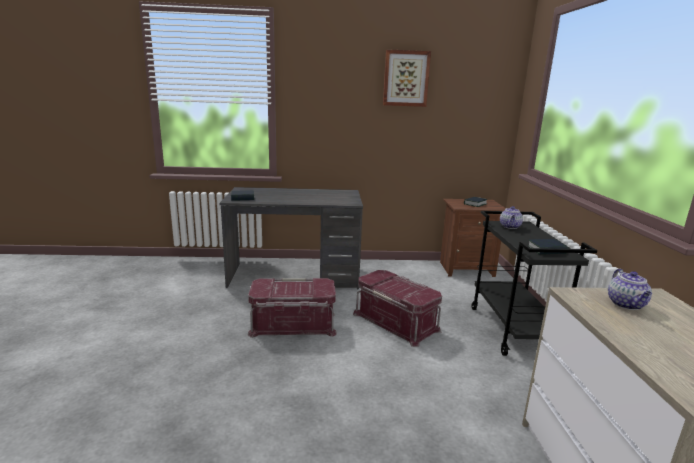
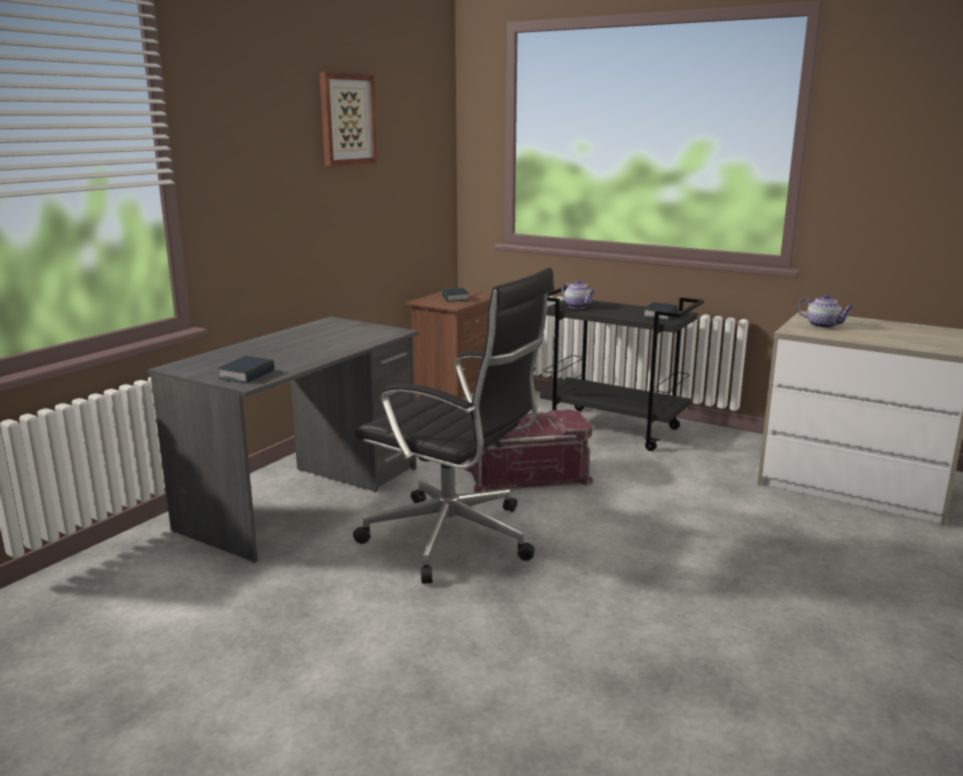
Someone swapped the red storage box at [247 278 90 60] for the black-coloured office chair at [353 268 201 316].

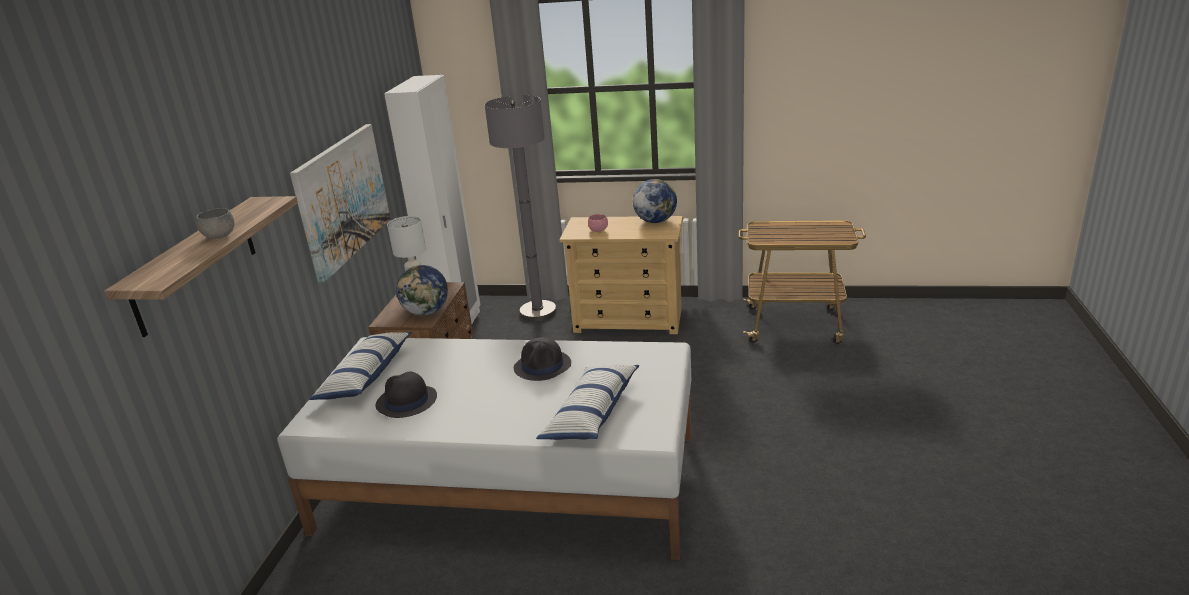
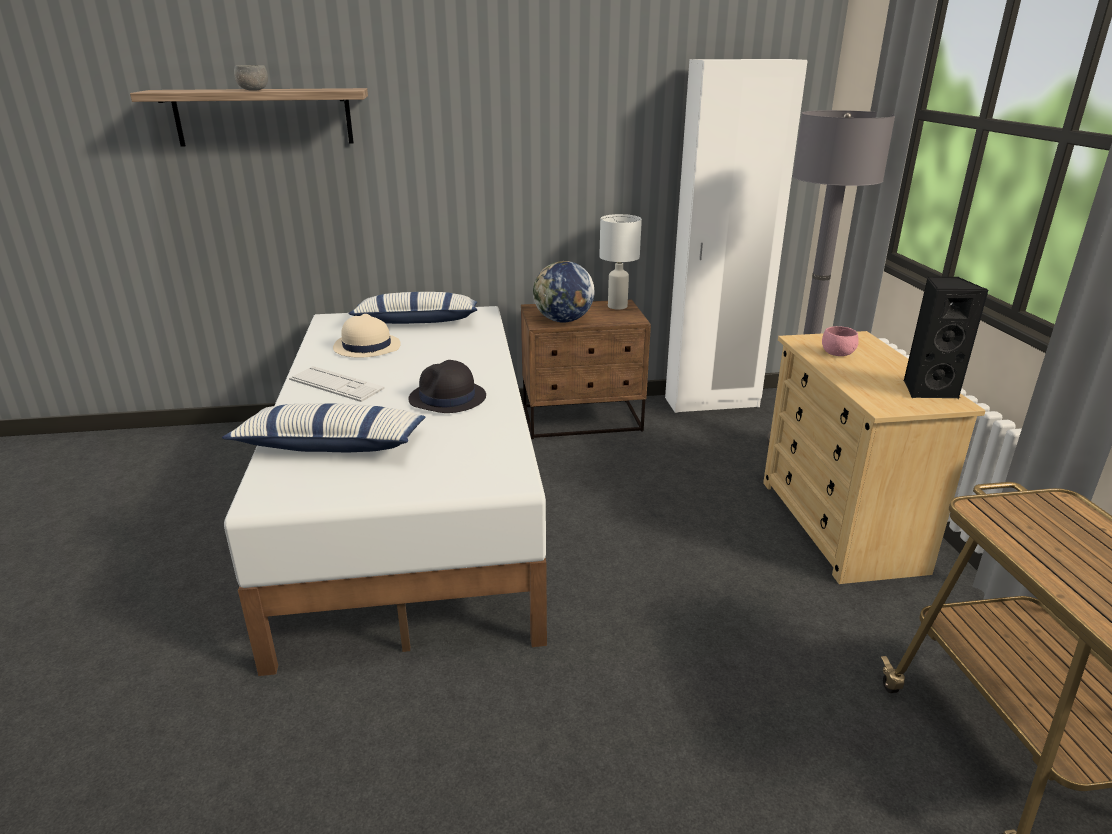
Someone put down the keyboard at [289 366 96 36].
Someone repainted the black-coloured clothing hat at [375 371 62 47], which became the sand-coloured clothing hat at [333 314 68 44].
Someone swapped the globe at [633 179 44 44] for the black-coloured speaker at [904 277 85 122].
Someone took away the wall picture at [290 124 101 159].

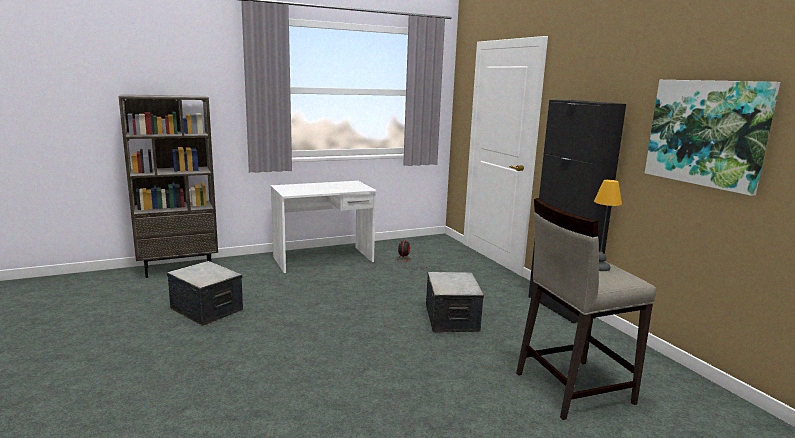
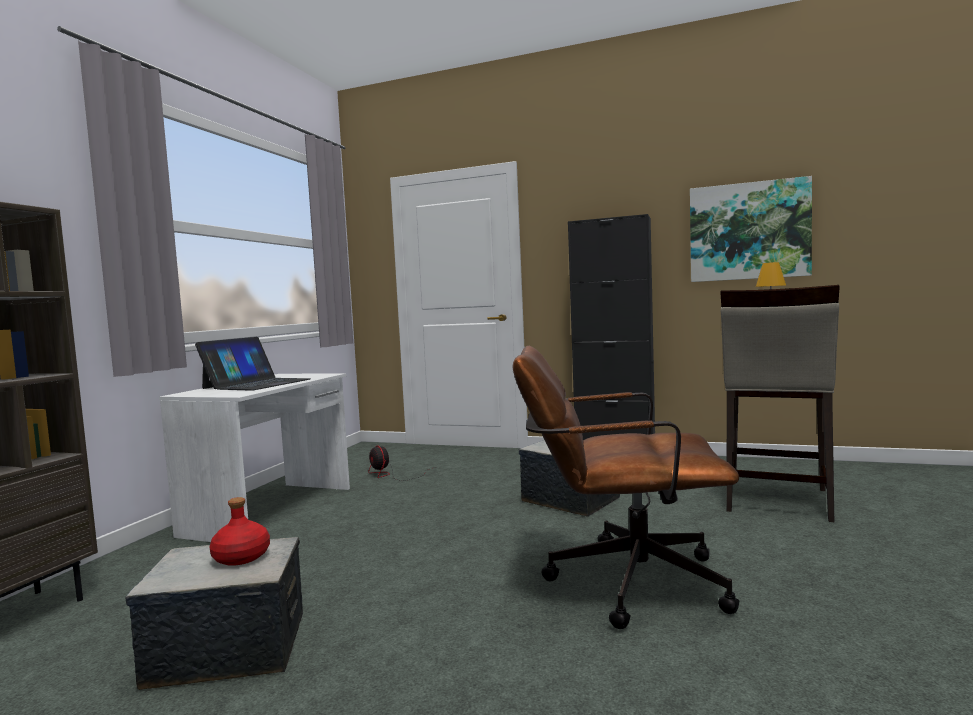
Someone put down the portable computer at [195 337 116 54].
Someone put down the red bottle at [209 497 61 69].
Someone put down the brown-coloured office chair at [513 346 227 283].

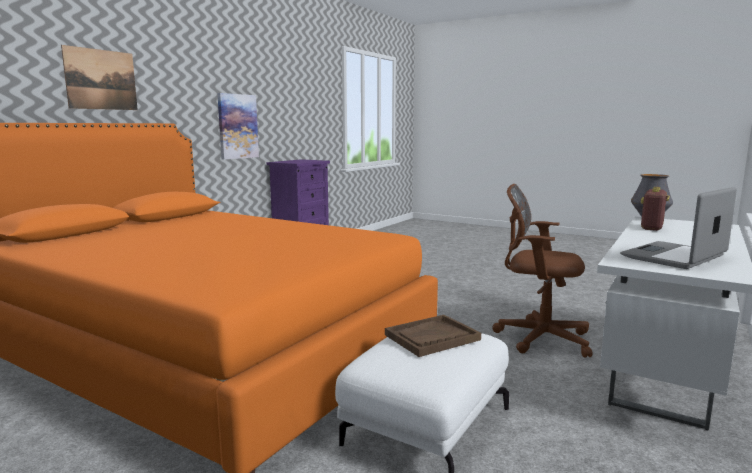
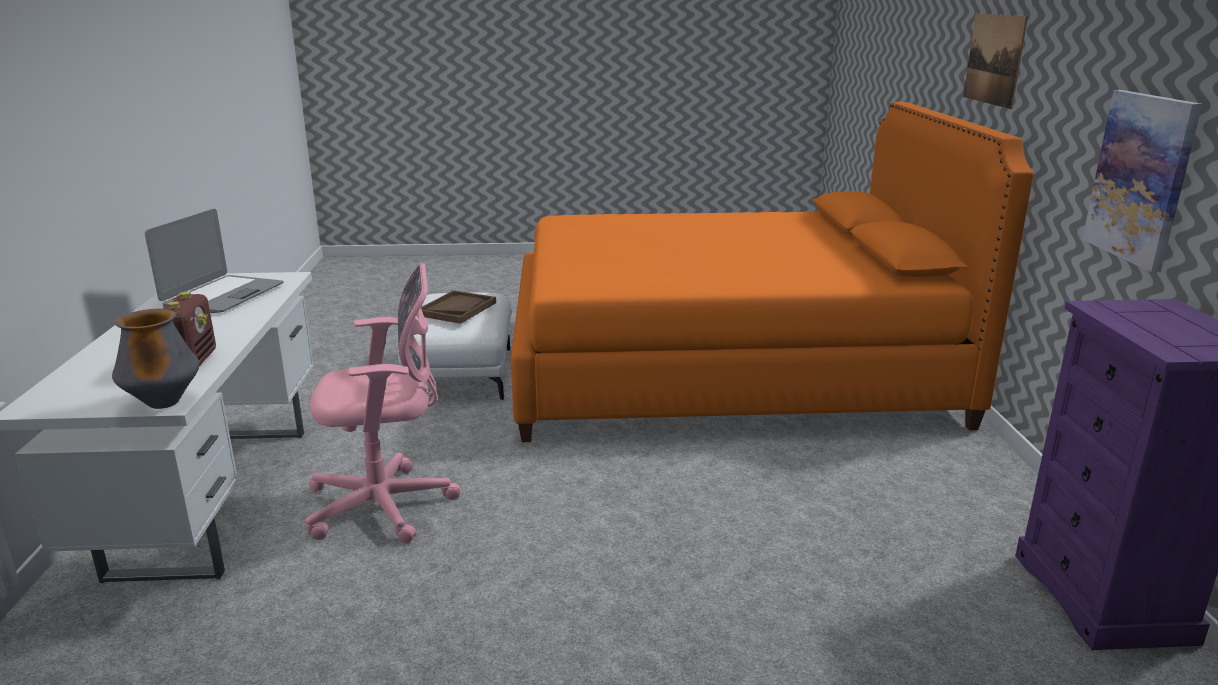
Someone repainted the brown-coloured office chair at [493 184 100 174], which became the pink-coloured office chair at [305 263 156 280].

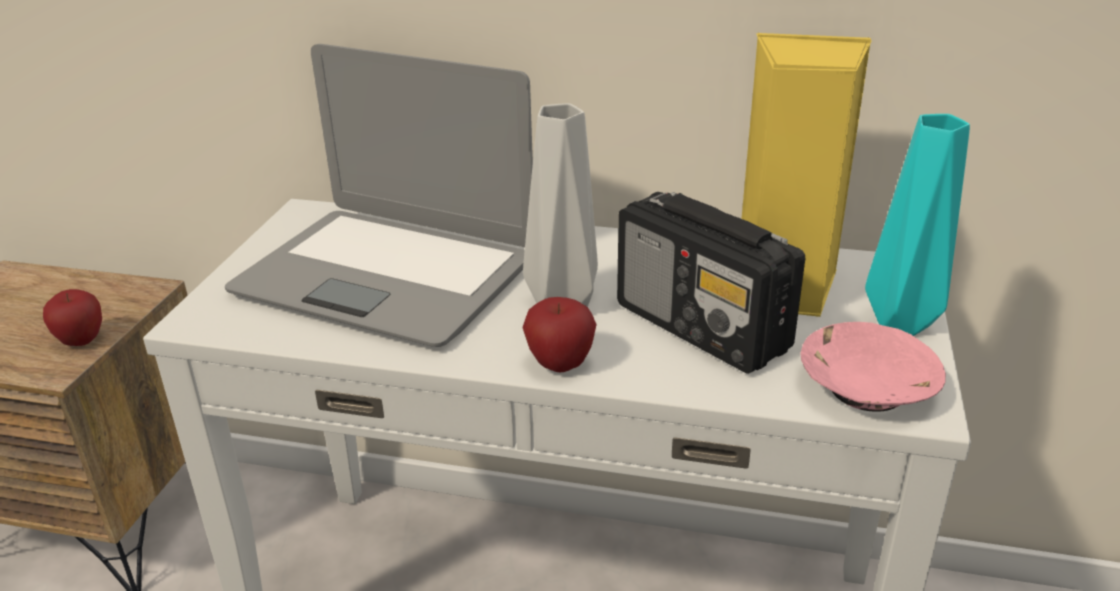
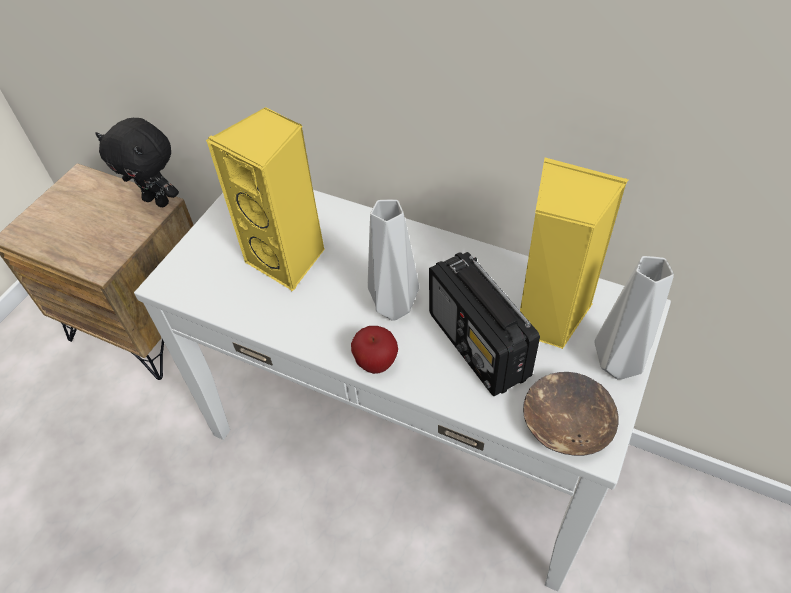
Someone put down the black-coloured cuddly toy at [95 118 84 89].
Someone swapped the portable computer at [225 44 308 303] for the yellow speaker at [206 107 119 184].
Someone repainted the pink-coloured bowl at [801 322 145 90], which became the brown-coloured bowl at [523 372 95 84].
Someone repainted the turquoise-coloured vase at [865 114 105 222], which became the grey vase at [594 256 80 124].
Someone took away the apple at [43 289 59 57].

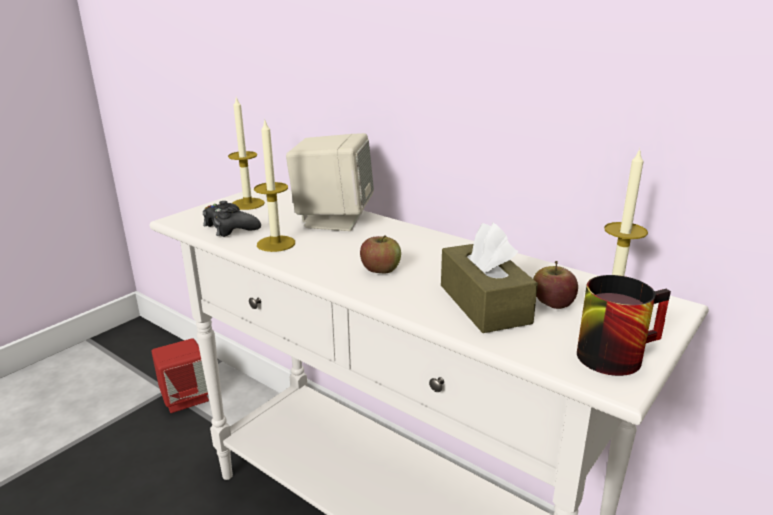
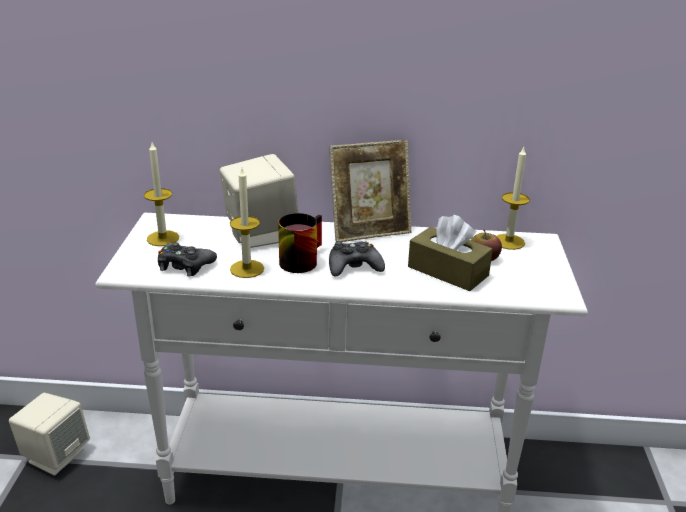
Someone repainted the red speaker at [152 338 57 75], which became the sand-coloured speaker at [9 393 81 83].
Someone carried the mug from [577 275 94 101] to [278 213 44 60].
Someone put down the picture frame at [329 140 82 102].
Someone swapped the apple at [360 235 41 38] for the black-coloured game controller at [329 241 56 36].

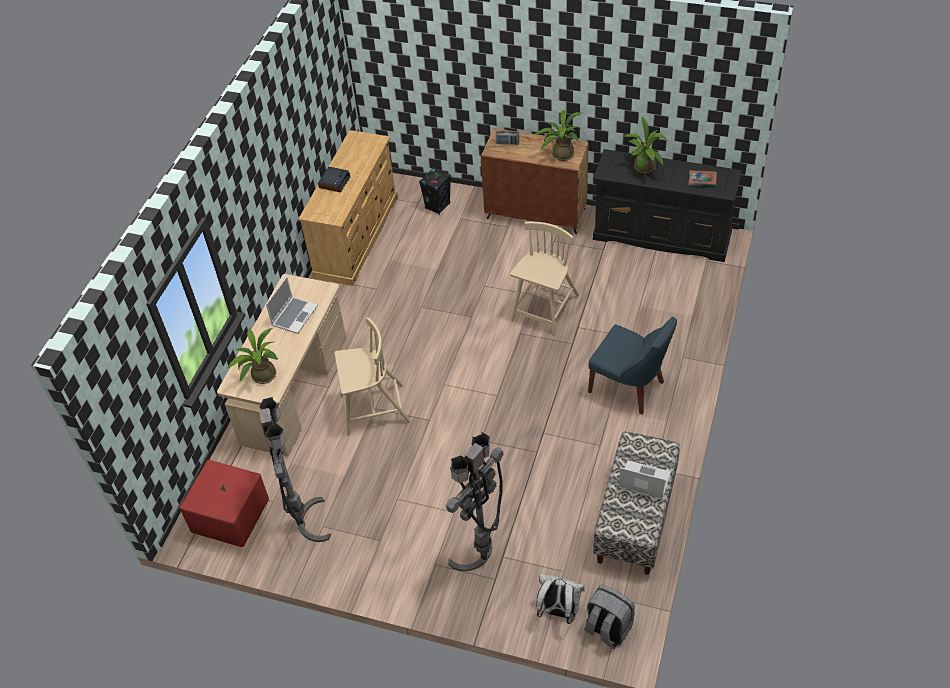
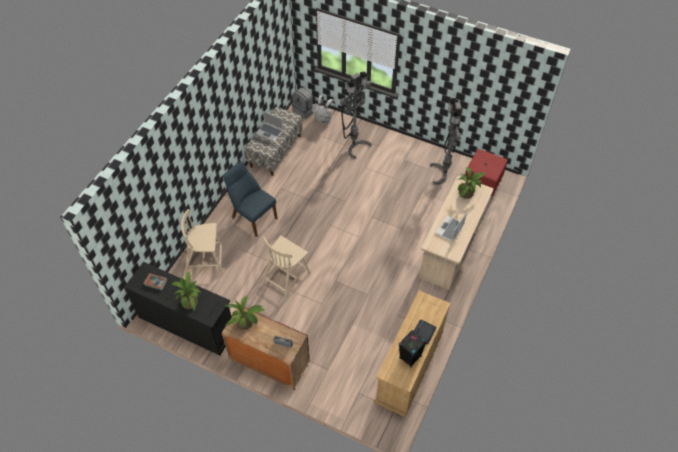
Someone carried the sand-coloured plain chair from [335 317 76 119] to [181 209 44 66].
Someone carried the black-coloured speaker from [419 167 32 47] to [399 330 28 37].

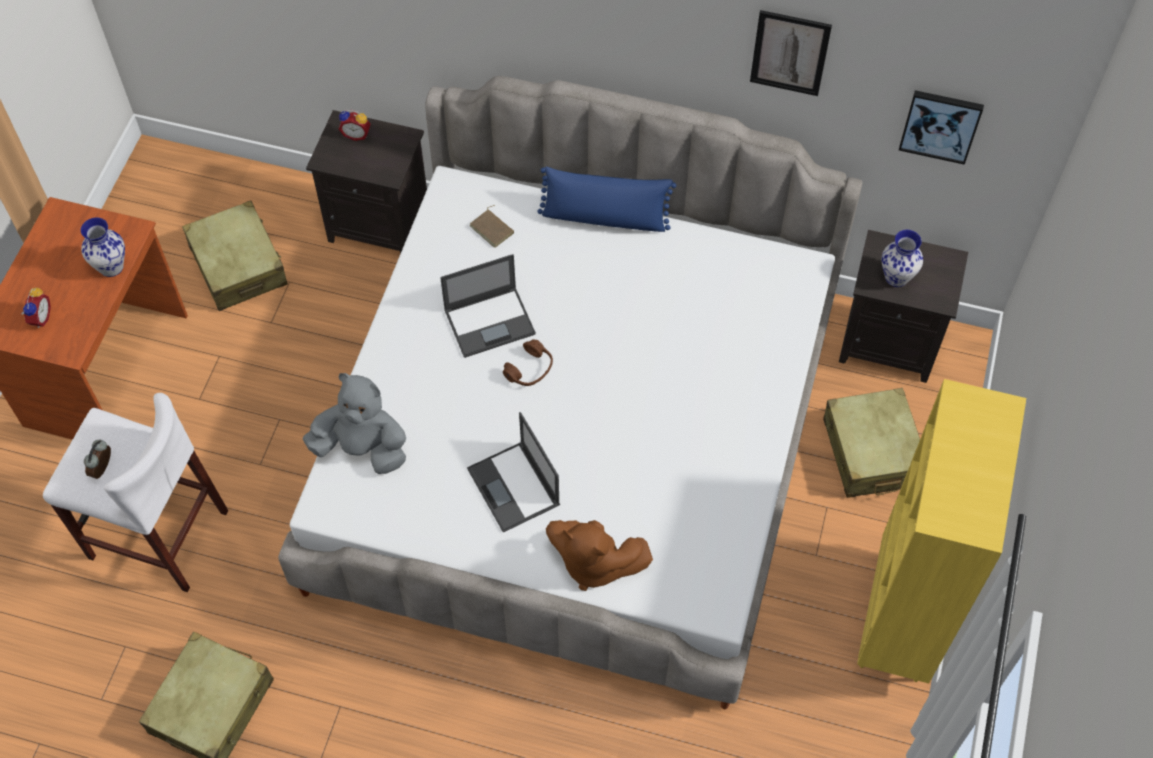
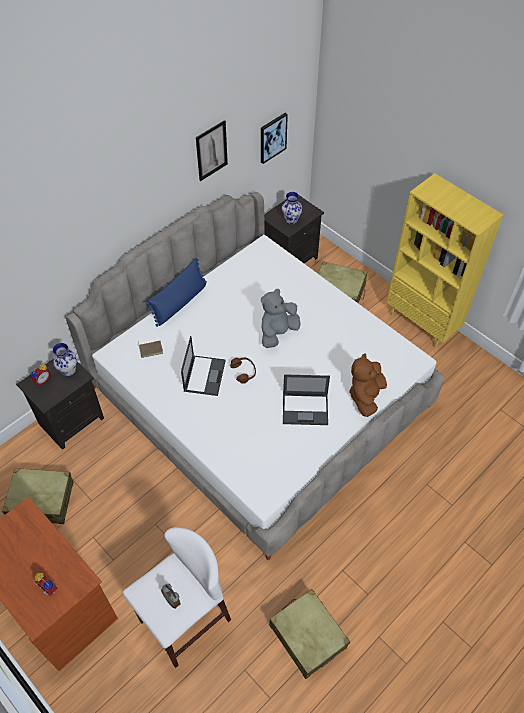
Someone carried the vase from [81 218 44 59] to [52 343 25 33].
Someone carried the grey cuddly toy from [302 373 104 101] to [261 289 39 59].
Someone rotated the brown-coloured cuddly toy at [546 520 107 71] by 150 degrees clockwise.

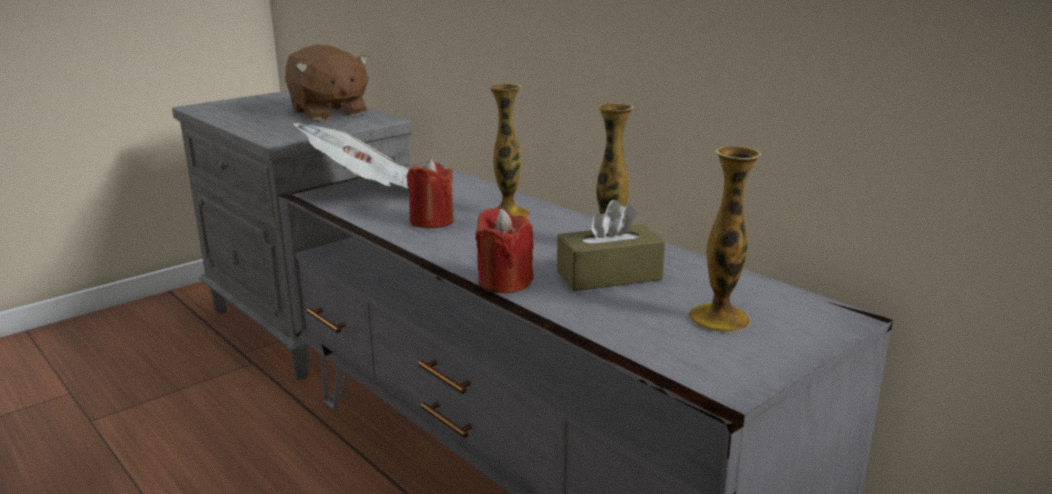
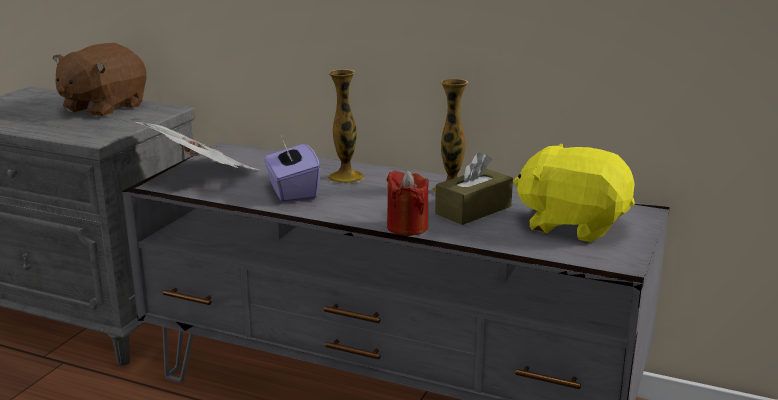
Someone rotated the brown-coloured cuddly toy at [285 44 85 77] by 90 degrees clockwise.
Someone swapped the red wax light at [407 159 46 69] for the purple-coloured tissue box at [264 136 57 67].
Someone swapped the vase at [689 147 72 186] for the yellow cuddly toy at [513 143 122 99].

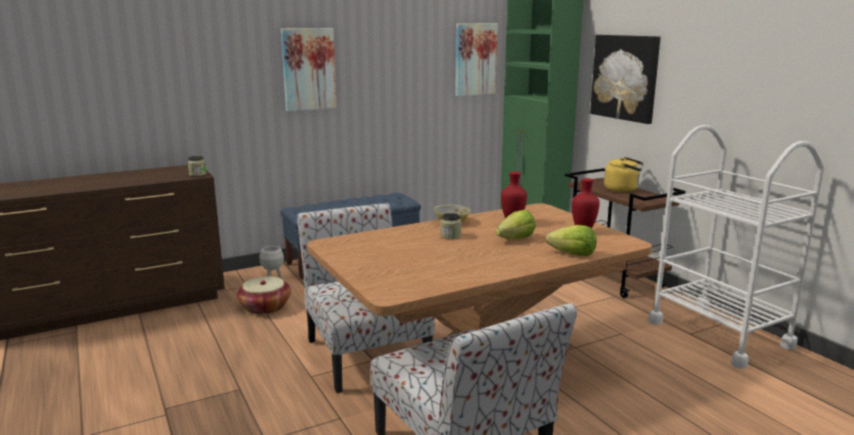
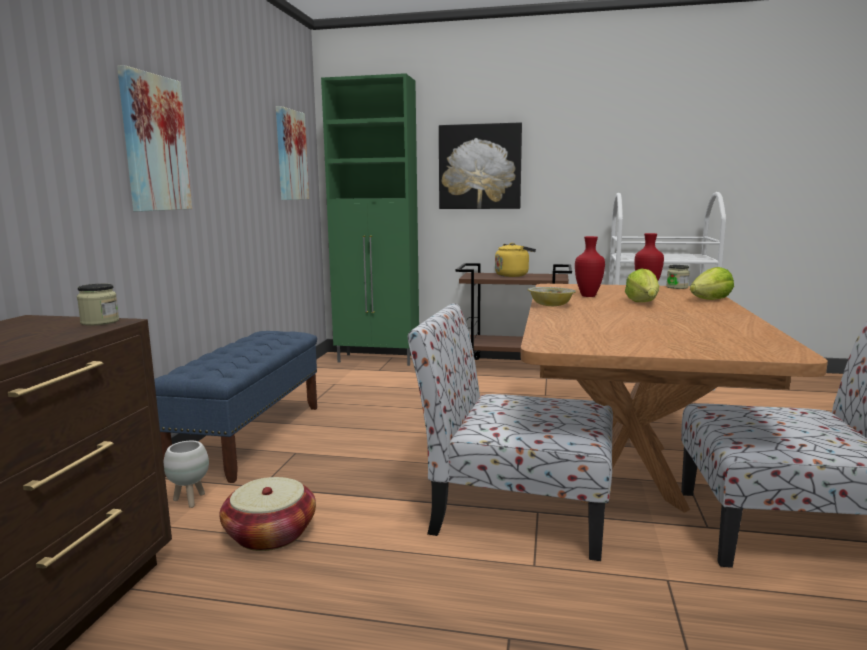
Someone carried the storage jar from [440 213 21 27] to [666 265 24 24].

